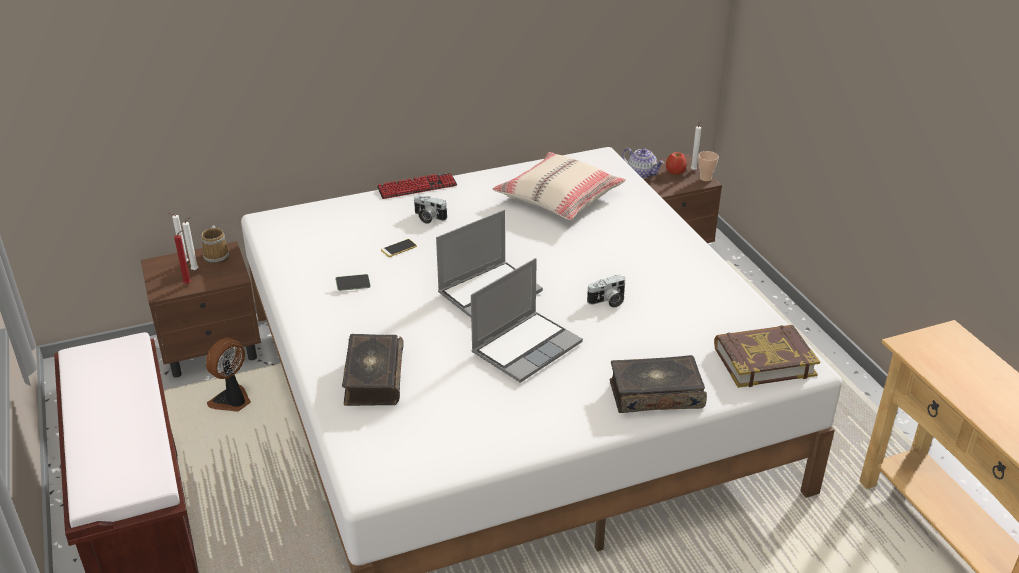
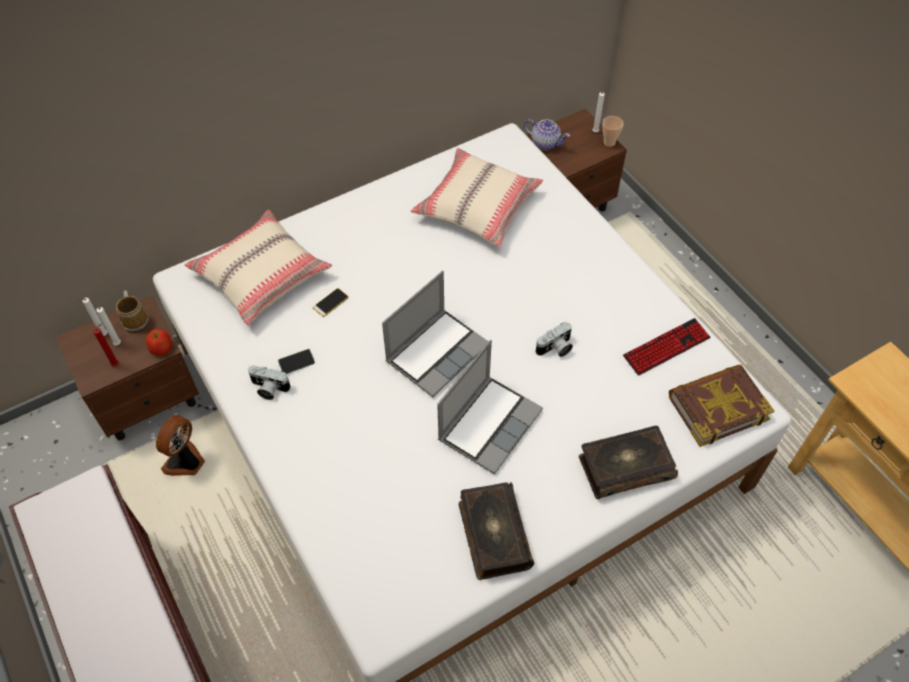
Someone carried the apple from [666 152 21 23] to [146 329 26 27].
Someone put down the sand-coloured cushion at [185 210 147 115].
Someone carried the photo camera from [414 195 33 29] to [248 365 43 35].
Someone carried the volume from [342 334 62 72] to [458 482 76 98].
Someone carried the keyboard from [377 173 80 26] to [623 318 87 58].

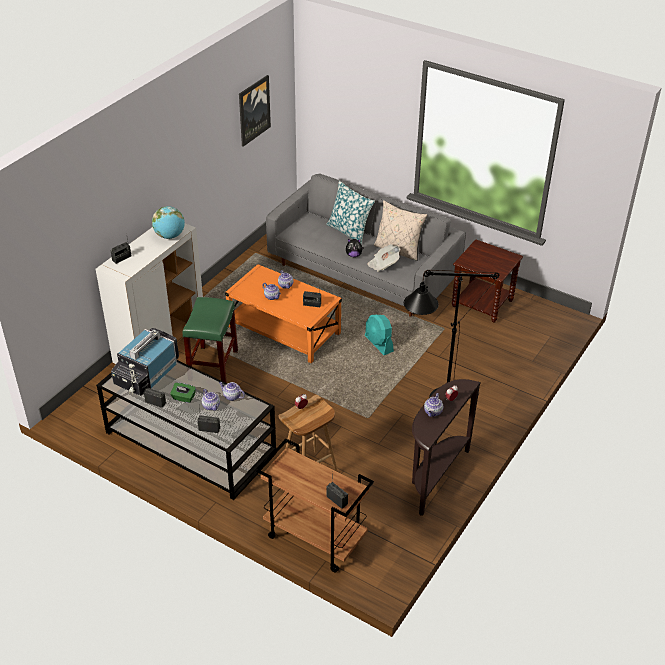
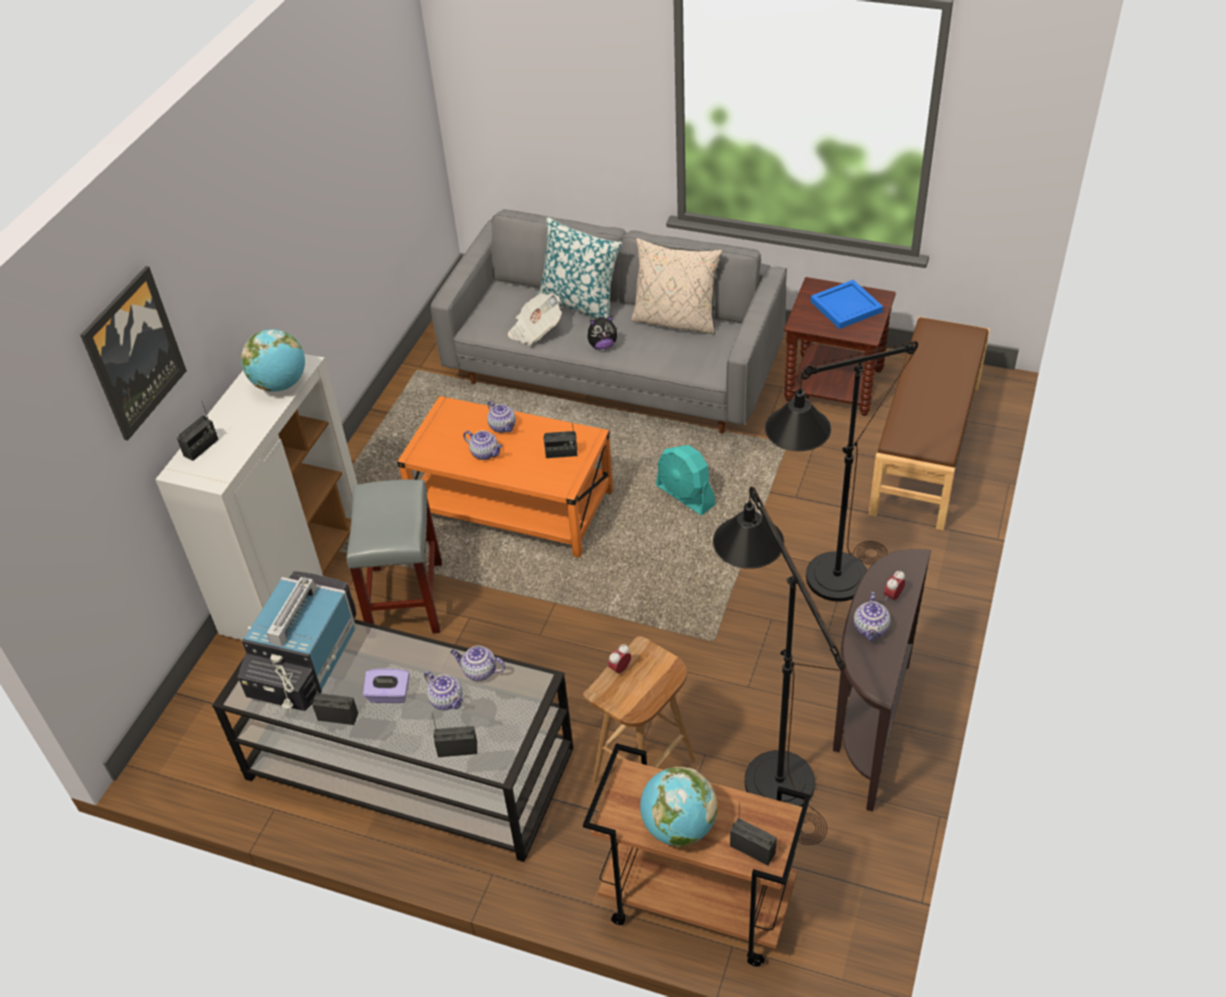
Someone carried the wall picture from [239 75 32 72] to [80 266 107 175].
Someone repainted the greenish stool at [183 297 55 86], which became the grey stool at [347 479 95 155].
Someone repainted the greenish tissue box at [170 383 26 20], which became the purple-coloured tissue box at [363 668 47 35].
Someone carried the daily paper from [367 244 34 28] to [508 293 53 53].
Someone put down the globe at [640 767 78 80].
Someone put down the black-coloured floor lamp at [713 486 133 359].
Someone put down the bluish carrying tray at [810 280 73 49].
Someone put down the brown-coloured indoor bench at [869 317 121 214].

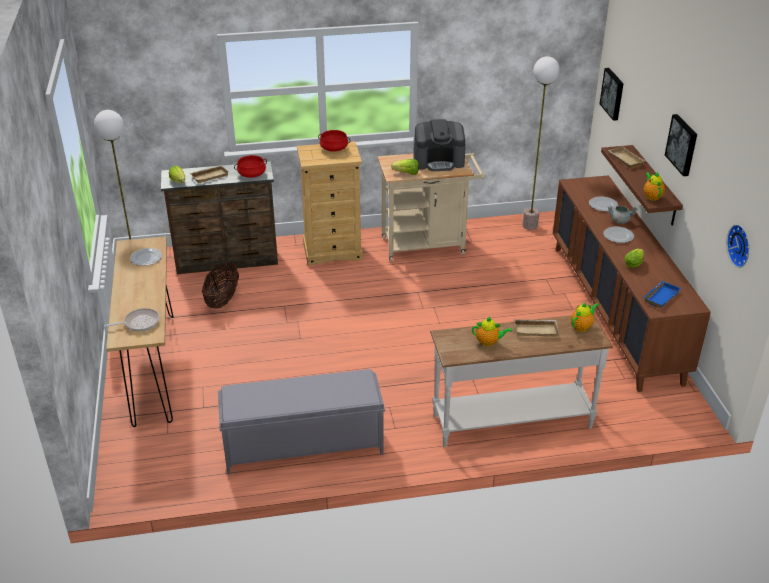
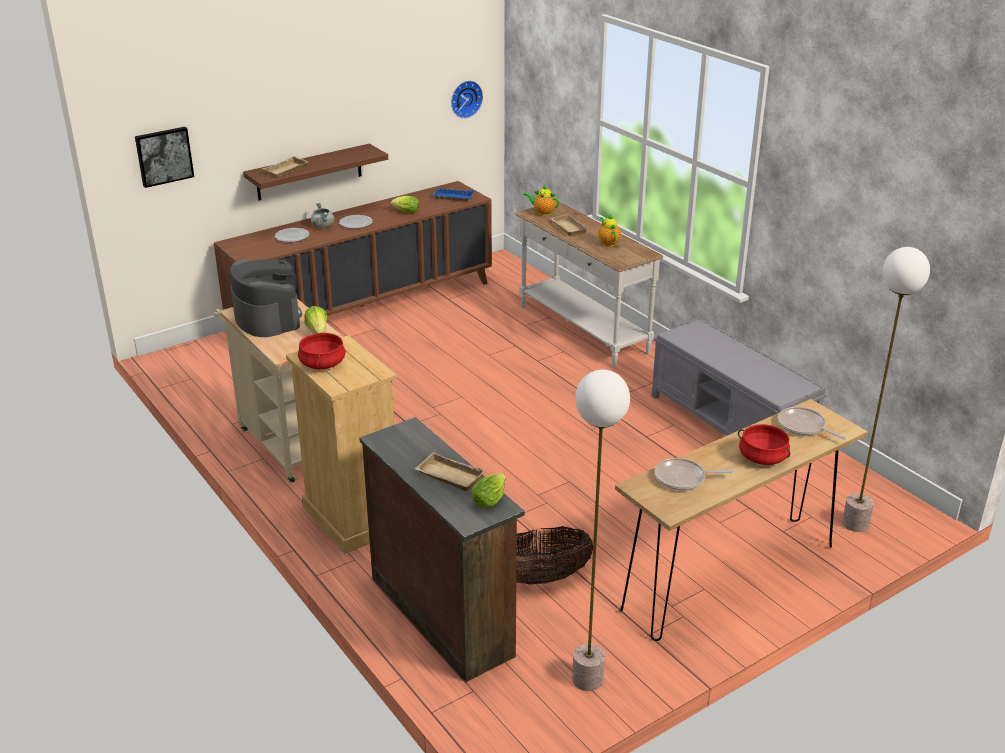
Someone swapped the plate at [130 248 32 18] for the frying pan at [654 458 79 33].
Someone carried the red stockpot from [234 155 33 23] to [738 424 52 41].
Someone carried the floor lamp from [522 56 38 174] to [842 247 88 285].
Someone took away the pot for tea at [644 171 21 30].
Someone took away the wall picture at [665 114 32 62].

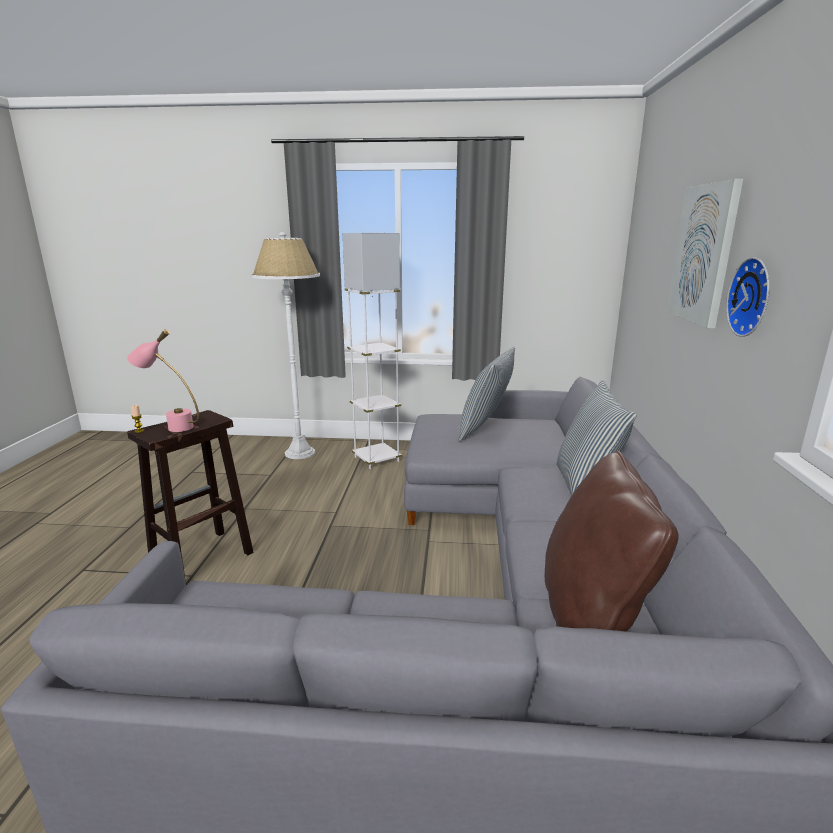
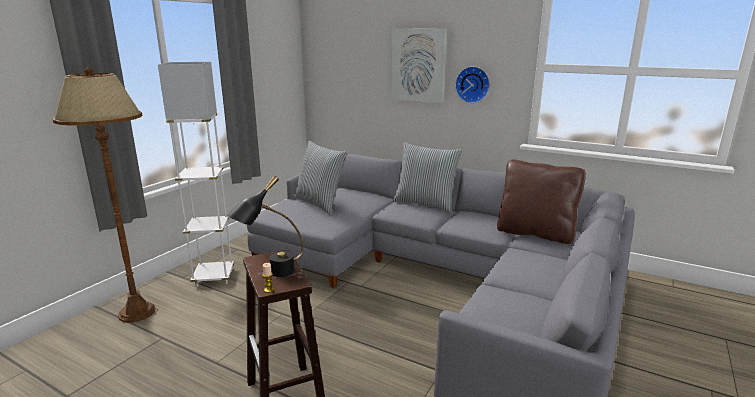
Someone repainted the white floor lamp at [251 232 69 227], which became the brown-coloured floor lamp at [52 67 104 256].
Someone repainted the pink-coloured tabletop lamp at [127 329 72 103], which became the black-coloured tabletop lamp at [227 176 77 101].

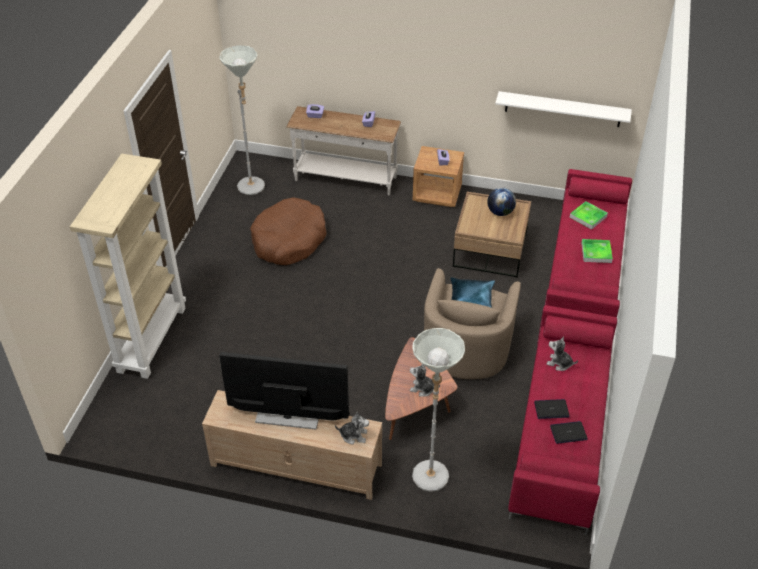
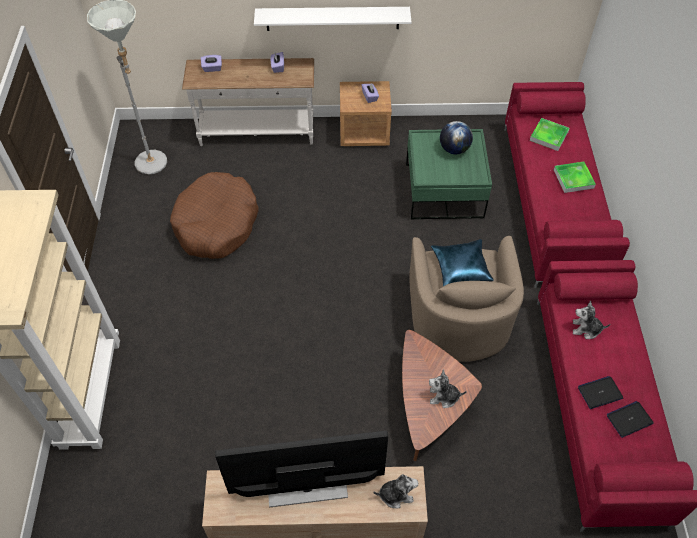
Someone carried the white shelf from [495 91 137 36] to [254 7 158 24].
Someone repainted the brown-coloured lounge table at [453 192 78 85], which became the greenish lounge table at [406 129 86 91].
Someone took away the grey floor lamp at [412 328 53 164].

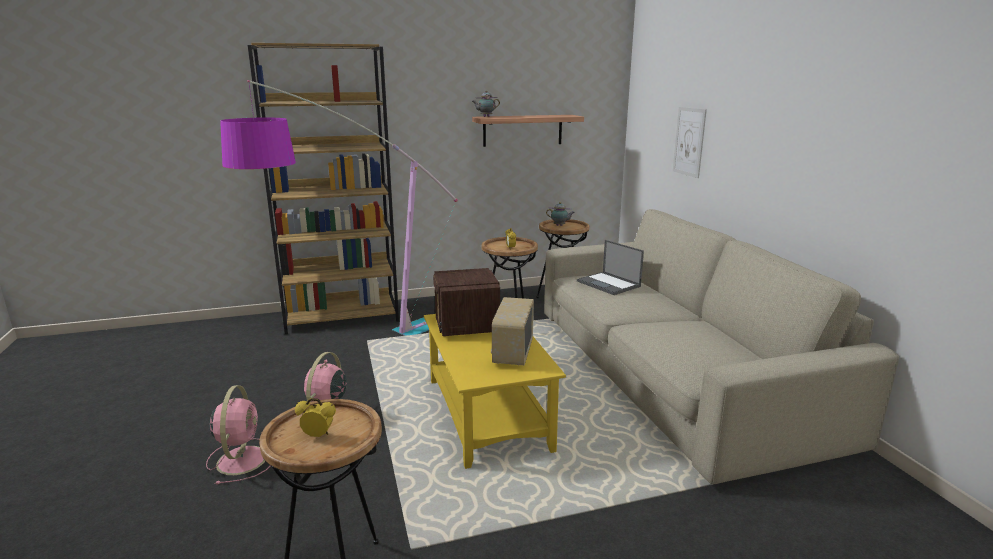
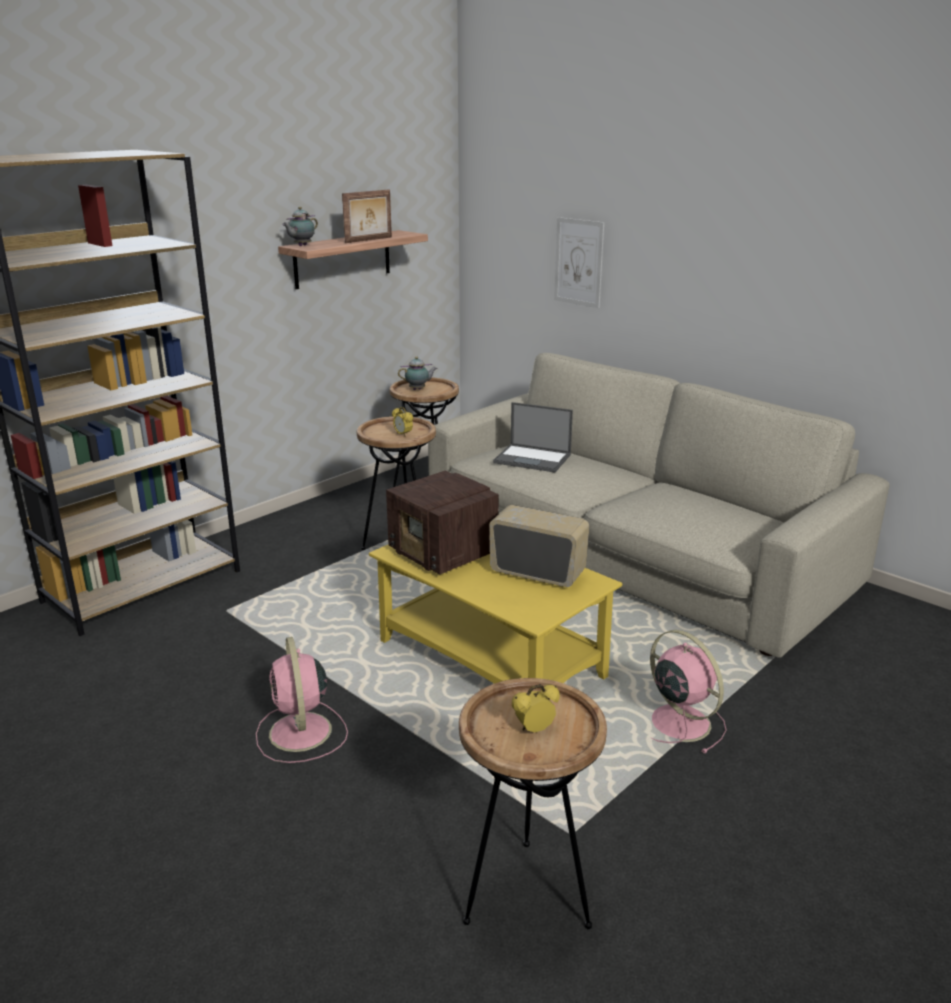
Someone put down the picture frame at [342 189 50 54].
Someone rotated the radio receiver at [491 297 43 68] by 135 degrees clockwise.
Someone carried the pink-coloured cooling fan from [206 385 64 100] to [650 630 77 124].
Someone took away the floor lamp at [220 80 238 256].

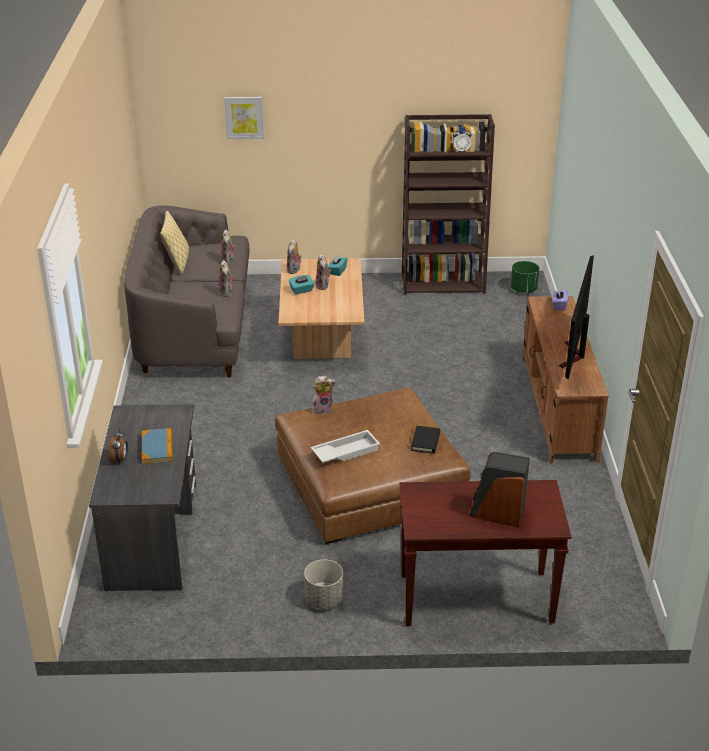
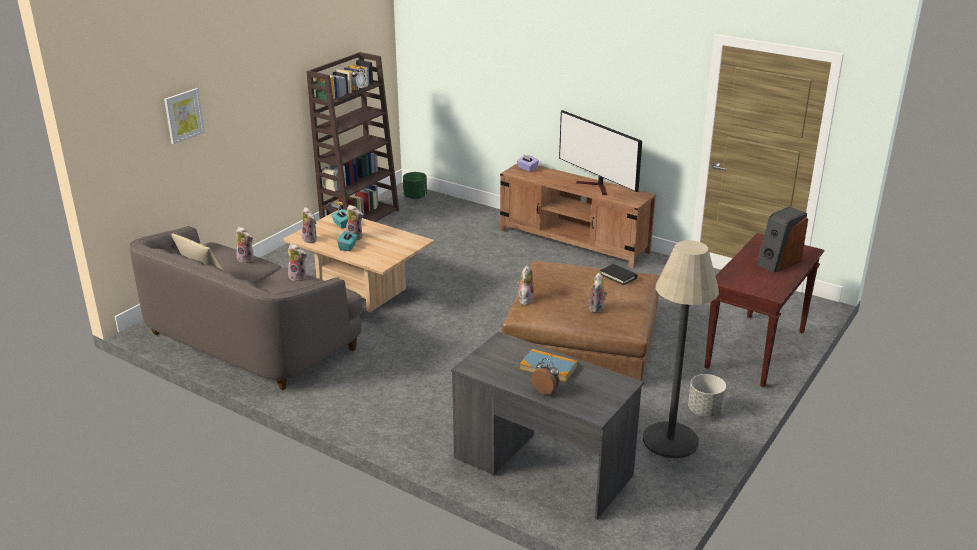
Someone swapped the white carrying tray at [311 430 69 33] for the cuddly toy at [589 273 18 40].
Someone put down the floor lamp at [643 240 76 218].

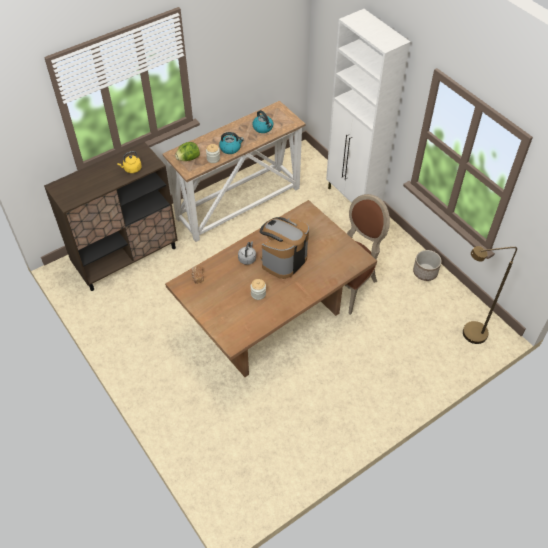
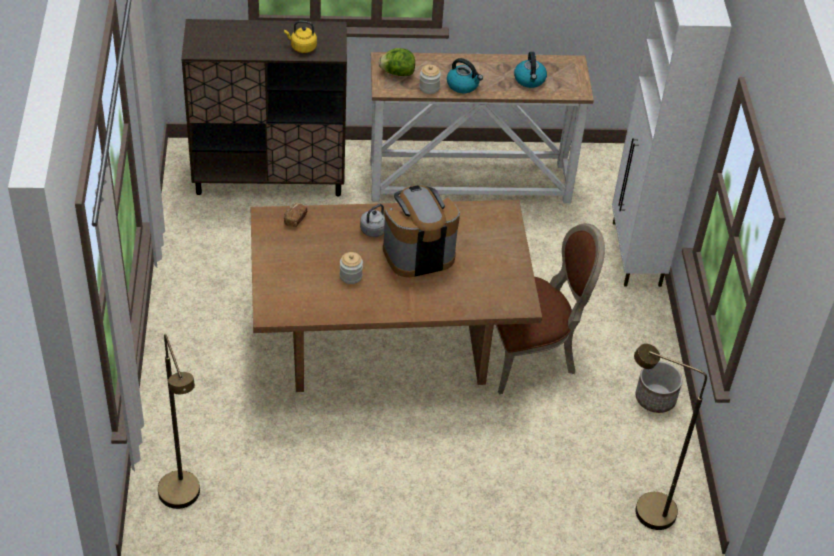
Someone put down the brown-coloured floor lamp at [158 334 42 175].

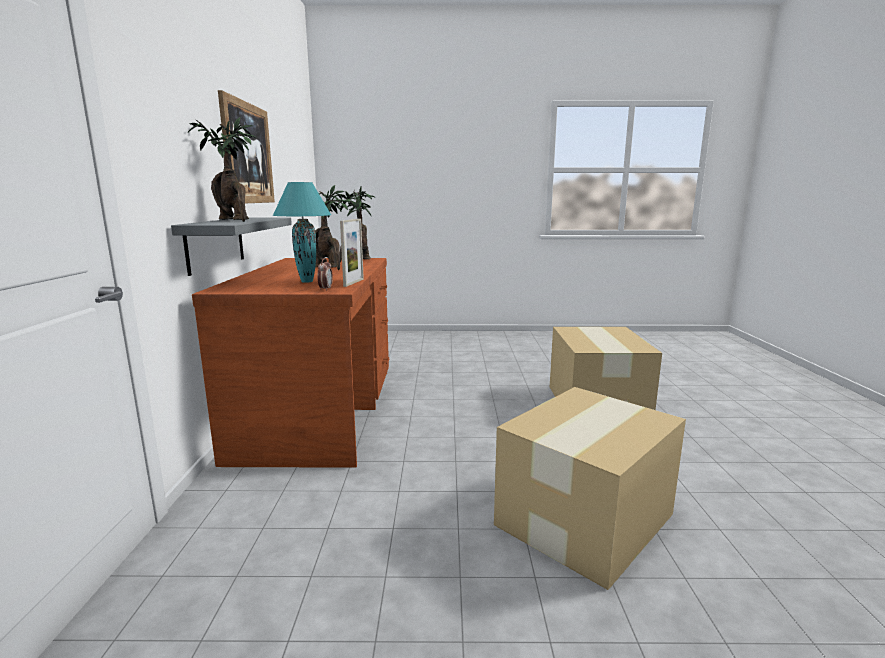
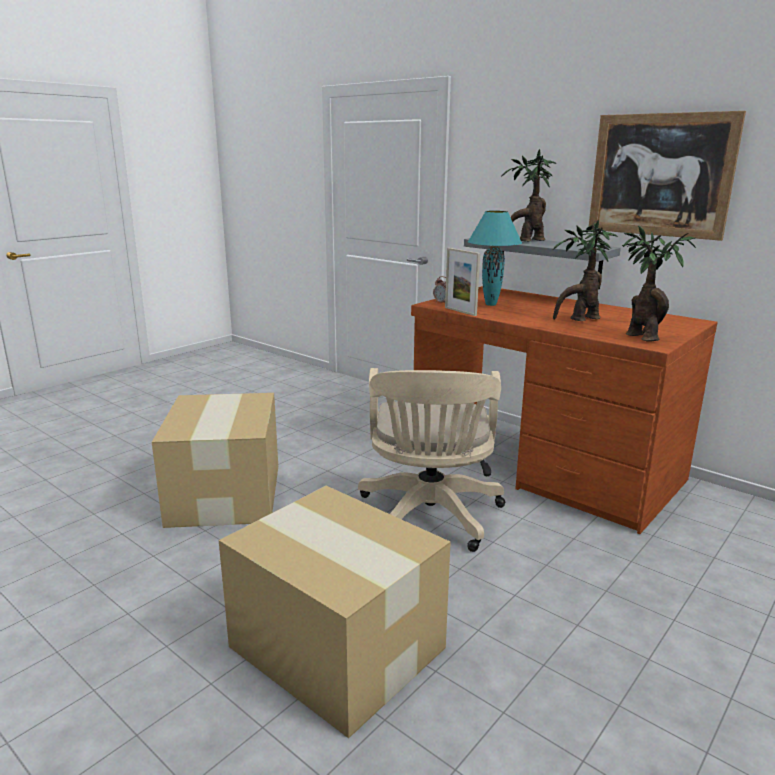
Someone put down the sand-coloured office chair at [358 368 147 184].

